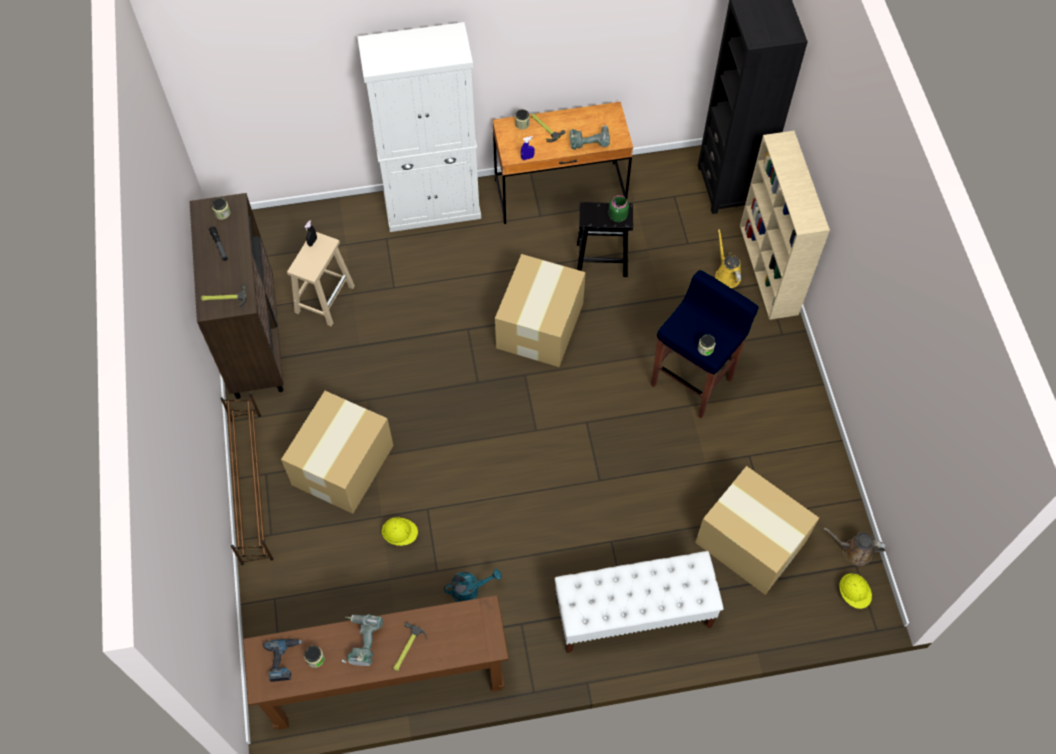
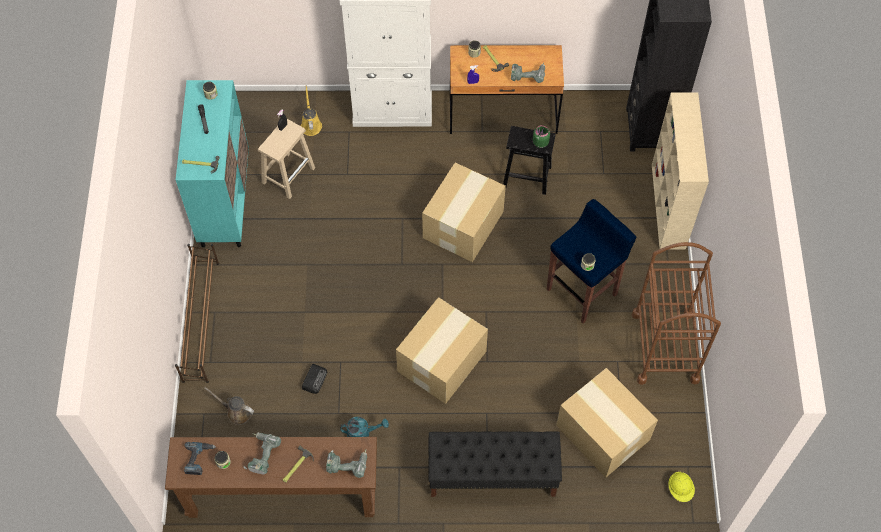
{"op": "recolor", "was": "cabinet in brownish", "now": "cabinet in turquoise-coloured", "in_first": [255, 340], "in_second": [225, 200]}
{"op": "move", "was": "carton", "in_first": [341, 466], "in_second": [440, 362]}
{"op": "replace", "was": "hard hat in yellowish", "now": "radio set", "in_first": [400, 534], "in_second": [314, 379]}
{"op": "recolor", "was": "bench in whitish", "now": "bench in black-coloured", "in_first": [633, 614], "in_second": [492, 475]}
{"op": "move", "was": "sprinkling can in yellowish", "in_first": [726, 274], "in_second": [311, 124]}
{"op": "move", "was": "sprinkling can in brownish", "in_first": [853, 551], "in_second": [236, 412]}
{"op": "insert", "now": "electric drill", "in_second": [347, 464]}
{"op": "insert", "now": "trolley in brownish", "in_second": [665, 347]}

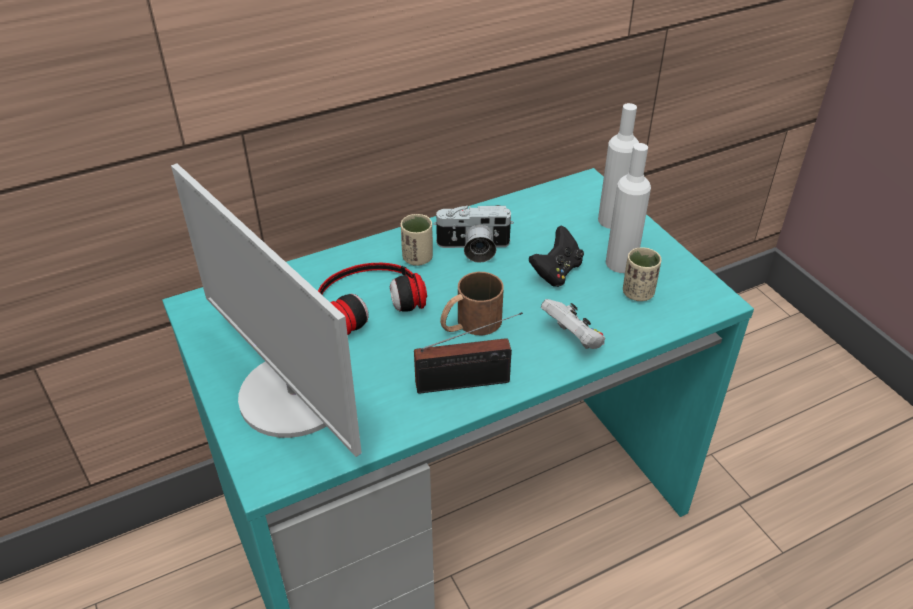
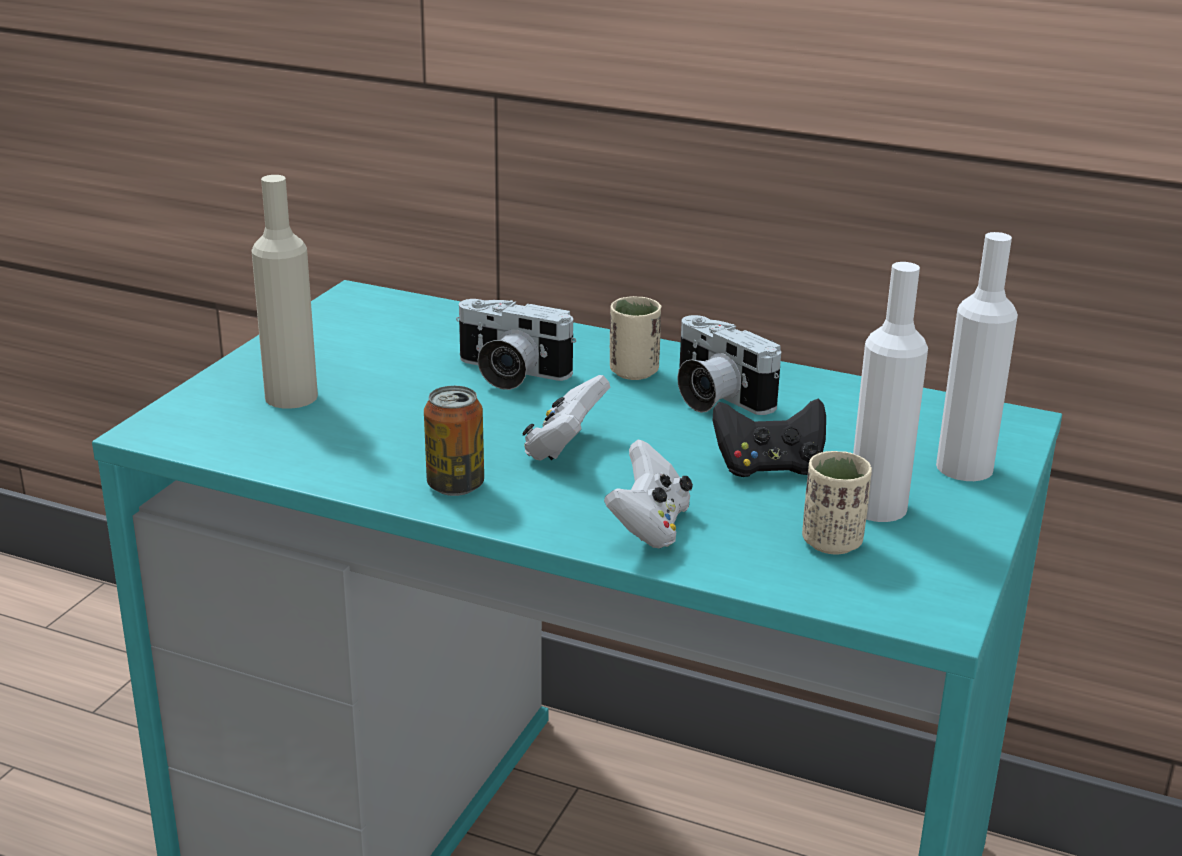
{"op": "replace", "was": "monitor", "now": "beverage bottle in beige-coloured", "in_first": [294, 396], "in_second": [291, 397]}
{"op": "replace", "was": "headphones", "now": "still camera", "in_first": [368, 300], "in_second": [508, 374]}
{"op": "replace", "was": "radio set", "now": "metal can", "in_first": [468, 382], "in_second": [455, 485]}
{"op": "replace", "was": "coffee mug in brownish", "now": "game controller in whitish", "in_first": [470, 324], "in_second": [564, 447]}

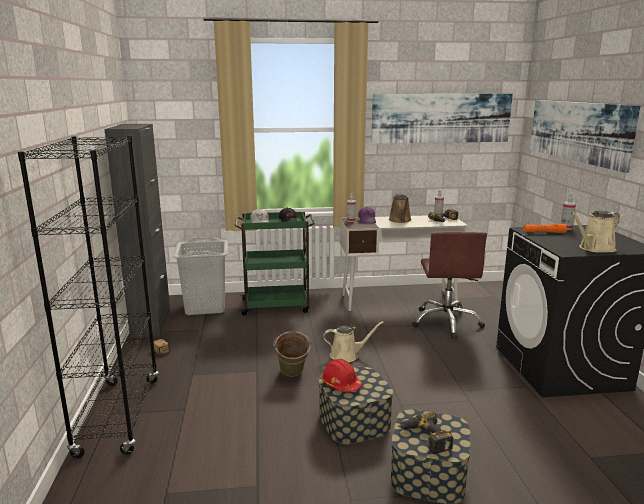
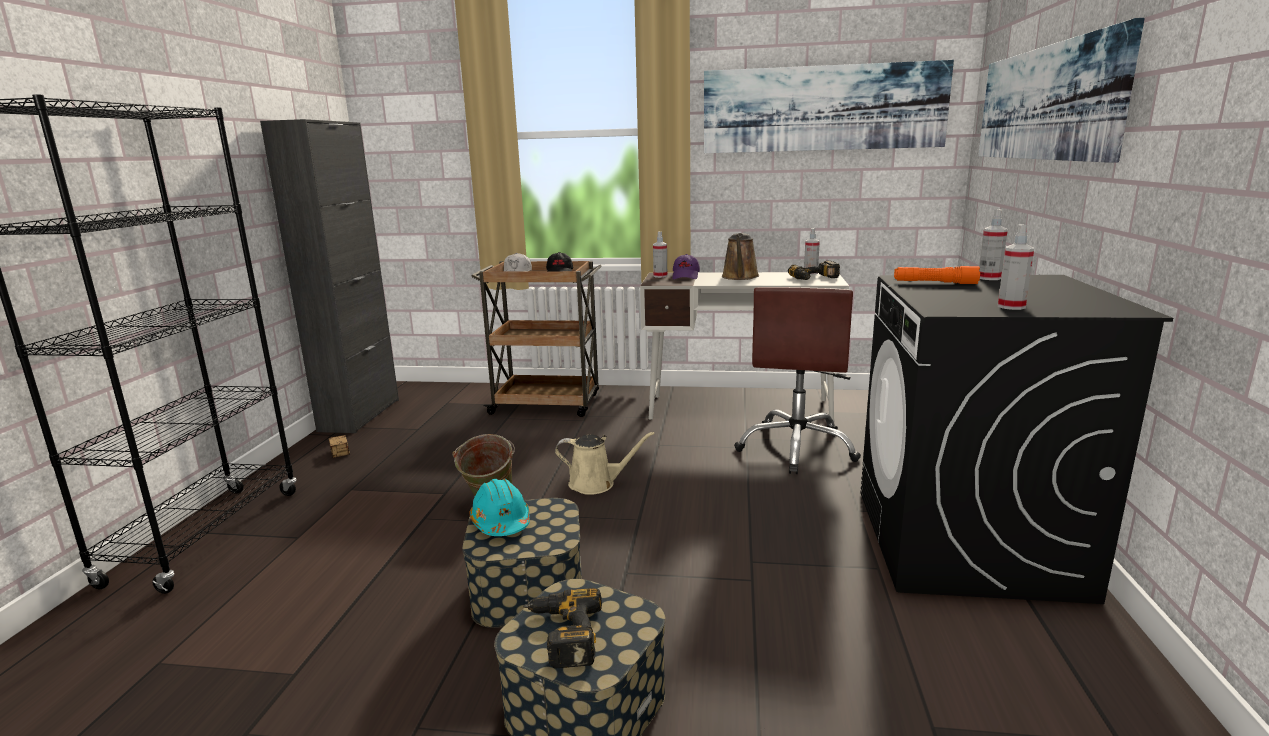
{"op": "delete", "was": "hamper in gray", "in_first": [205, 307]}
{"op": "recolor", "was": "trolley in green-coloured", "now": "trolley in brownish", "in_first": [277, 305], "in_second": [547, 404]}
{"op": "recolor", "was": "hard hat in red-coloured", "now": "hard hat in turquoise-coloured", "in_first": [340, 384], "in_second": [501, 522]}
{"op": "replace", "was": "sprinkling can in beige-coloured", "now": "sprayer", "in_first": [594, 248], "in_second": [1011, 306]}

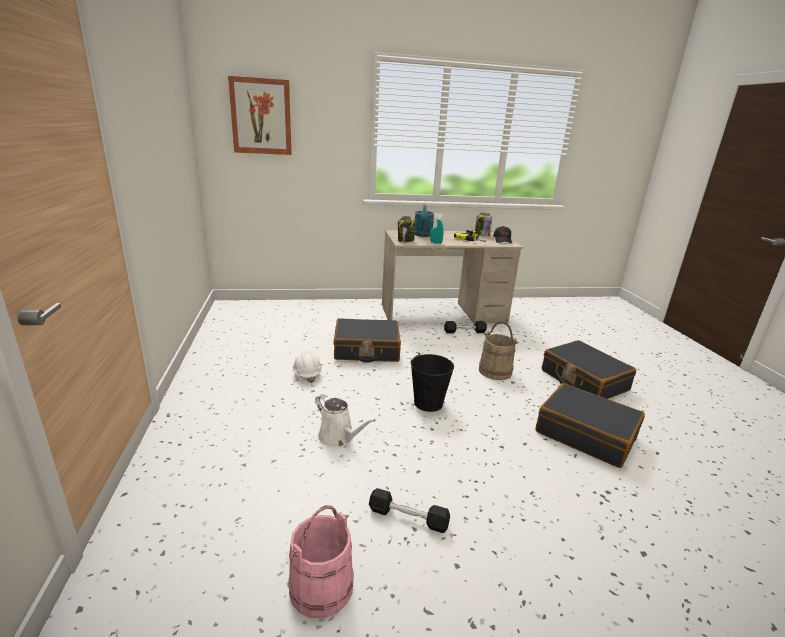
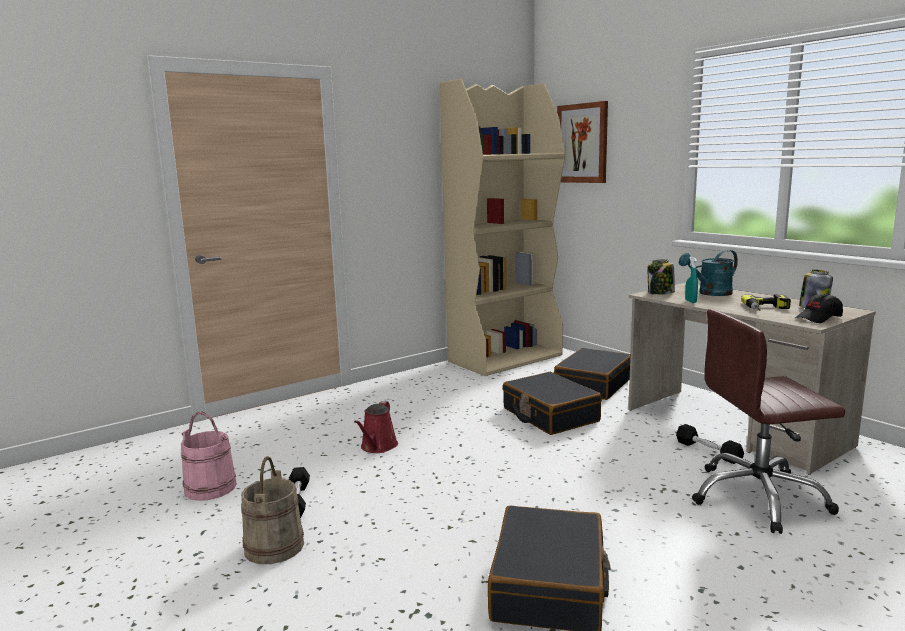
{"op": "delete", "was": "hard hat in whitish", "in_first": [307, 374]}
{"op": "recolor", "was": "sprinkling can in whitish", "now": "sprinkling can in red-coloured", "in_first": [338, 438], "in_second": [377, 447]}
{"op": "delete", "was": "bucket in black-coloured", "in_first": [428, 403]}
{"op": "move", "was": "bucket in beige-coloured", "in_first": [495, 371], "in_second": [273, 546]}
{"op": "move", "was": "travel case in black-coloured", "in_first": [583, 380], "in_second": [592, 384]}
{"op": "insert", "now": "bookshelf in beige-coloured", "in_second": [505, 358]}
{"op": "insert", "now": "computer chair in brownish", "in_second": [758, 498]}

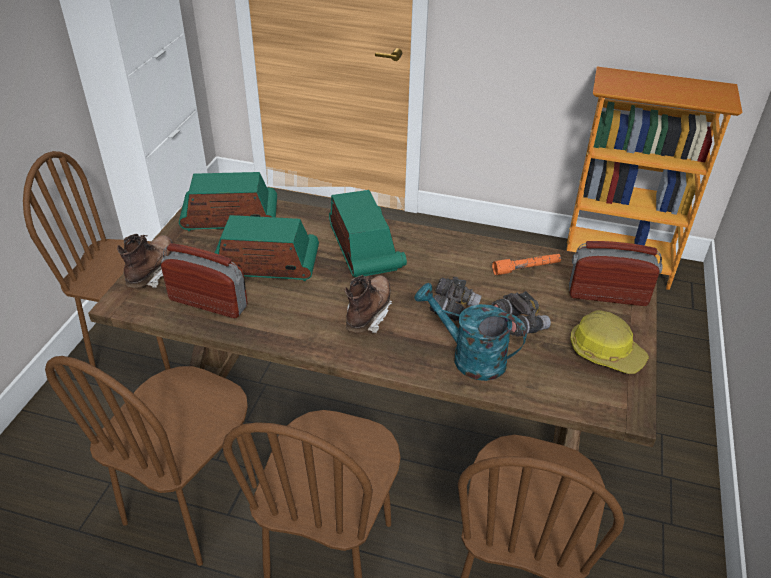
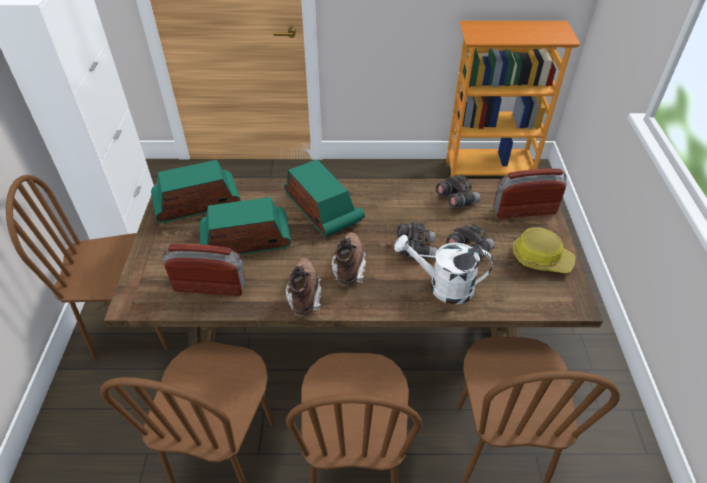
{"op": "move", "was": "high-top boot in brownish", "in_first": [152, 272], "in_second": [304, 294]}
{"op": "recolor", "was": "sprinkling can in turquoise-coloured", "now": "sprinkling can in whitish", "in_first": [469, 357], "in_second": [443, 286]}
{"op": "replace", "was": "flashlight in orange", "now": "field glasses in gray", "in_first": [526, 268], "in_second": [456, 200]}

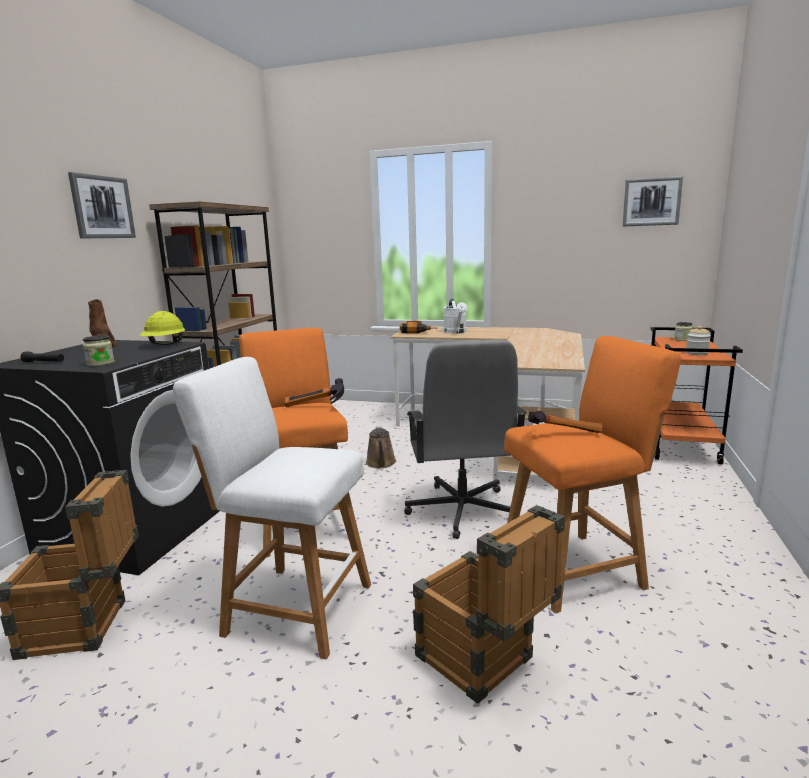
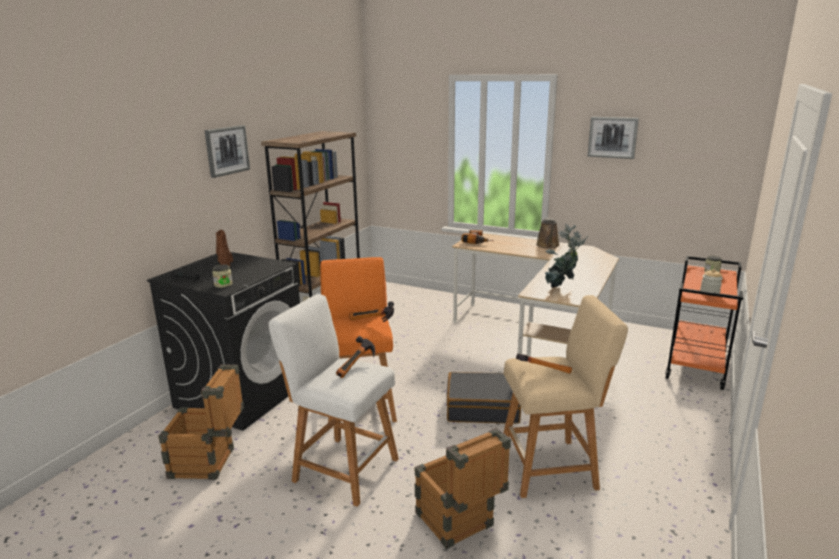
{"op": "delete", "was": "hard hat in yellowish", "in_first": [165, 345]}
{"op": "move", "was": "sprinkling can in brownish", "in_first": [381, 463], "in_second": [548, 245]}
{"op": "replace", "was": "computer chair in gray", "now": "travel case in black-coloured", "in_first": [461, 511], "in_second": [482, 407]}
{"op": "delete", "was": "sprinkling can in whitish", "in_first": [456, 332]}
{"op": "recolor", "was": "sitting stool in orange", "now": "sitting stool in beige-coloured", "in_first": [577, 569], "in_second": [552, 467]}
{"op": "move", "was": "wall picture", "in_first": [651, 202], "in_second": [612, 137]}
{"op": "insert", "now": "hammer", "in_second": [357, 367]}
{"op": "insert", "now": "houseplant", "in_second": [561, 288]}

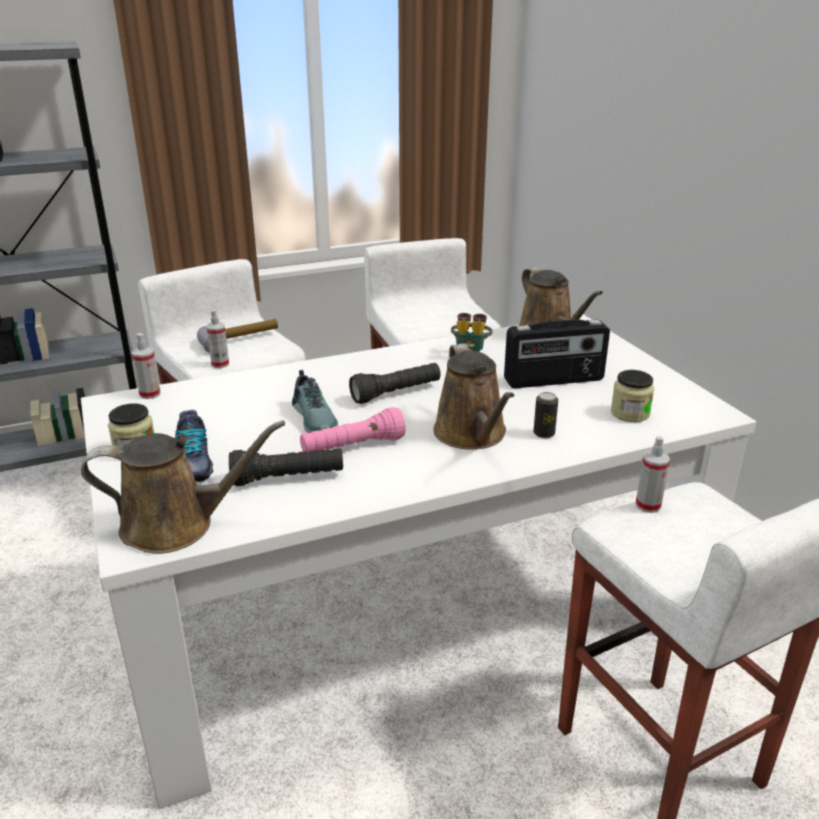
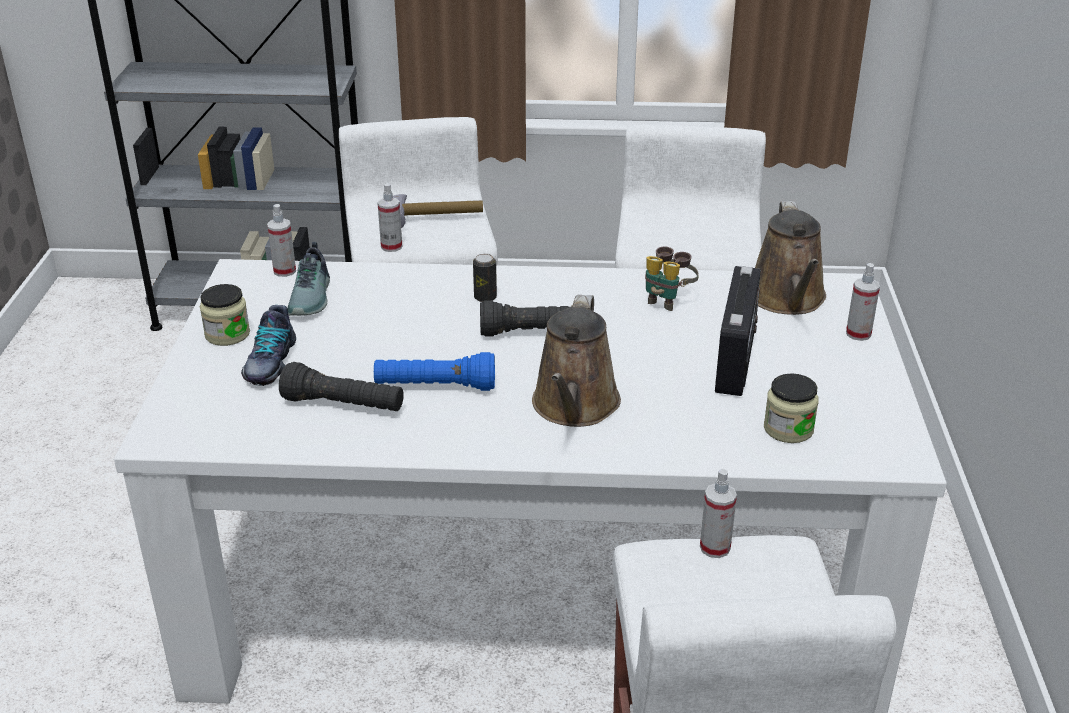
{"op": "delete", "was": "sprinkling can in brownish", "in_first": [177, 525]}
{"op": "move", "was": "item of footwear", "in_first": [316, 418], "in_second": [312, 297]}
{"op": "recolor", "was": "flashlight in pink", "now": "flashlight in bluish", "in_first": [353, 447], "in_second": [435, 387]}
{"op": "rotate", "was": "radio set", "in_first": [554, 380], "in_second": [736, 361], "clockwise": -90}
{"op": "move", "was": "metal can", "in_first": [544, 433], "in_second": [485, 297]}
{"op": "insert", "now": "sprayer", "in_second": [858, 334]}

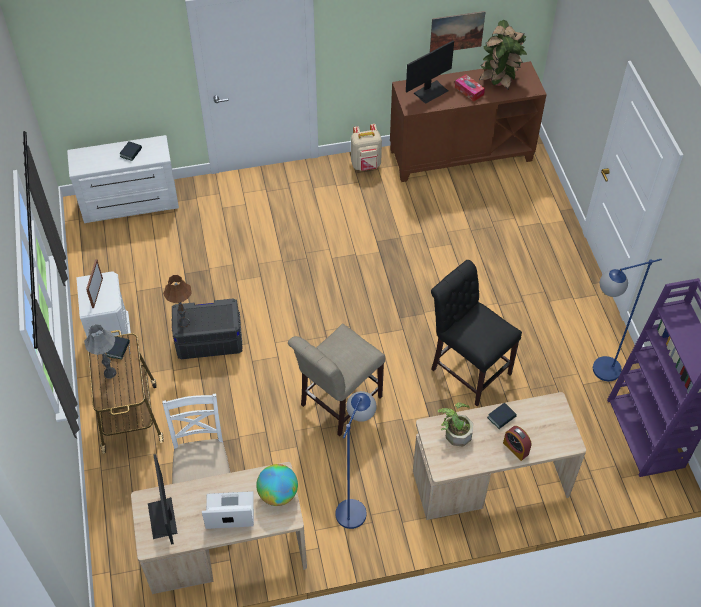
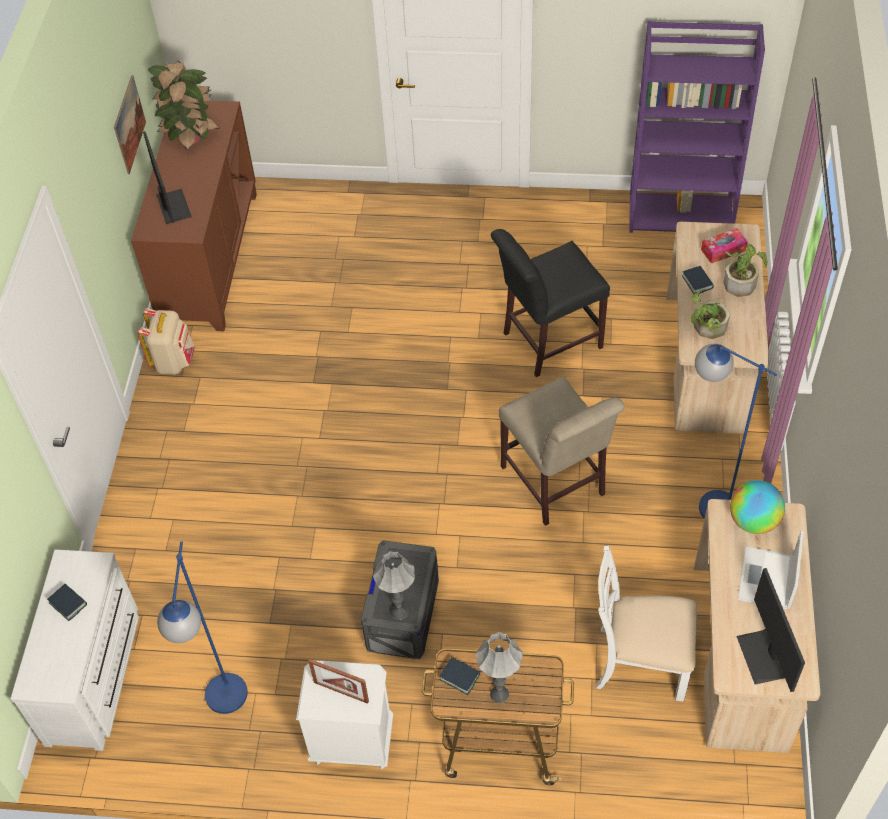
{"op": "rotate", "was": "monitor", "in_first": [163, 518], "in_second": [763, 656], "clockwise": 75}
{"op": "recolor", "was": "lamp for a table in brownish", "now": "lamp for a table in gray", "in_first": [184, 322], "in_second": [399, 612]}
{"op": "move", "was": "box of tissues", "in_first": [469, 91], "in_second": [723, 250]}
{"op": "replace", "was": "alarm clock", "now": "houseplant", "in_first": [515, 448], "in_second": [741, 281]}
{"op": "move", "was": "floor lamp in bluish", "in_first": [597, 372], "in_second": [225, 708]}

